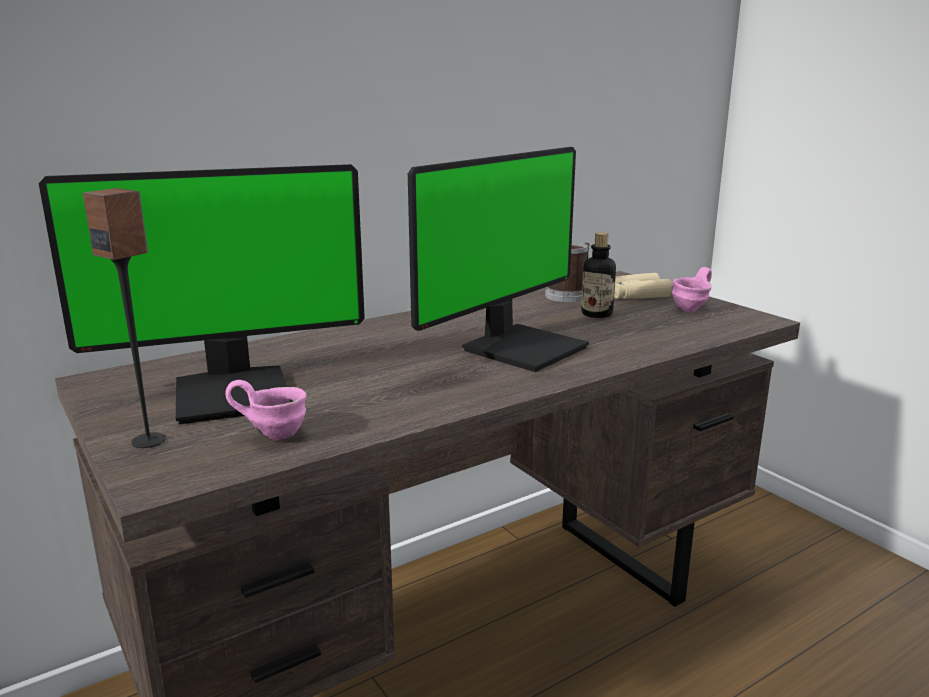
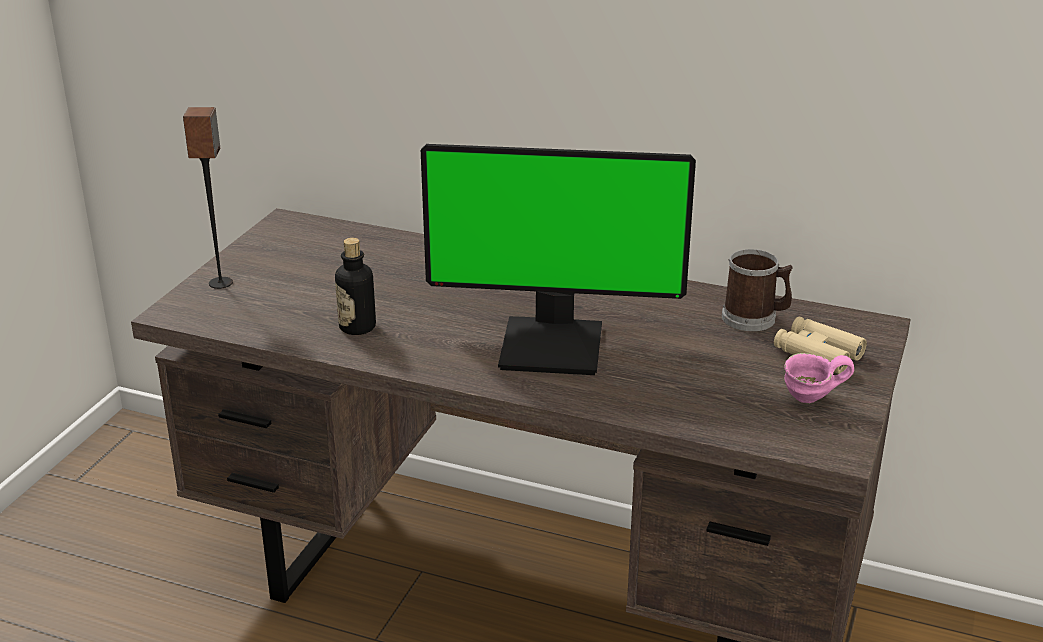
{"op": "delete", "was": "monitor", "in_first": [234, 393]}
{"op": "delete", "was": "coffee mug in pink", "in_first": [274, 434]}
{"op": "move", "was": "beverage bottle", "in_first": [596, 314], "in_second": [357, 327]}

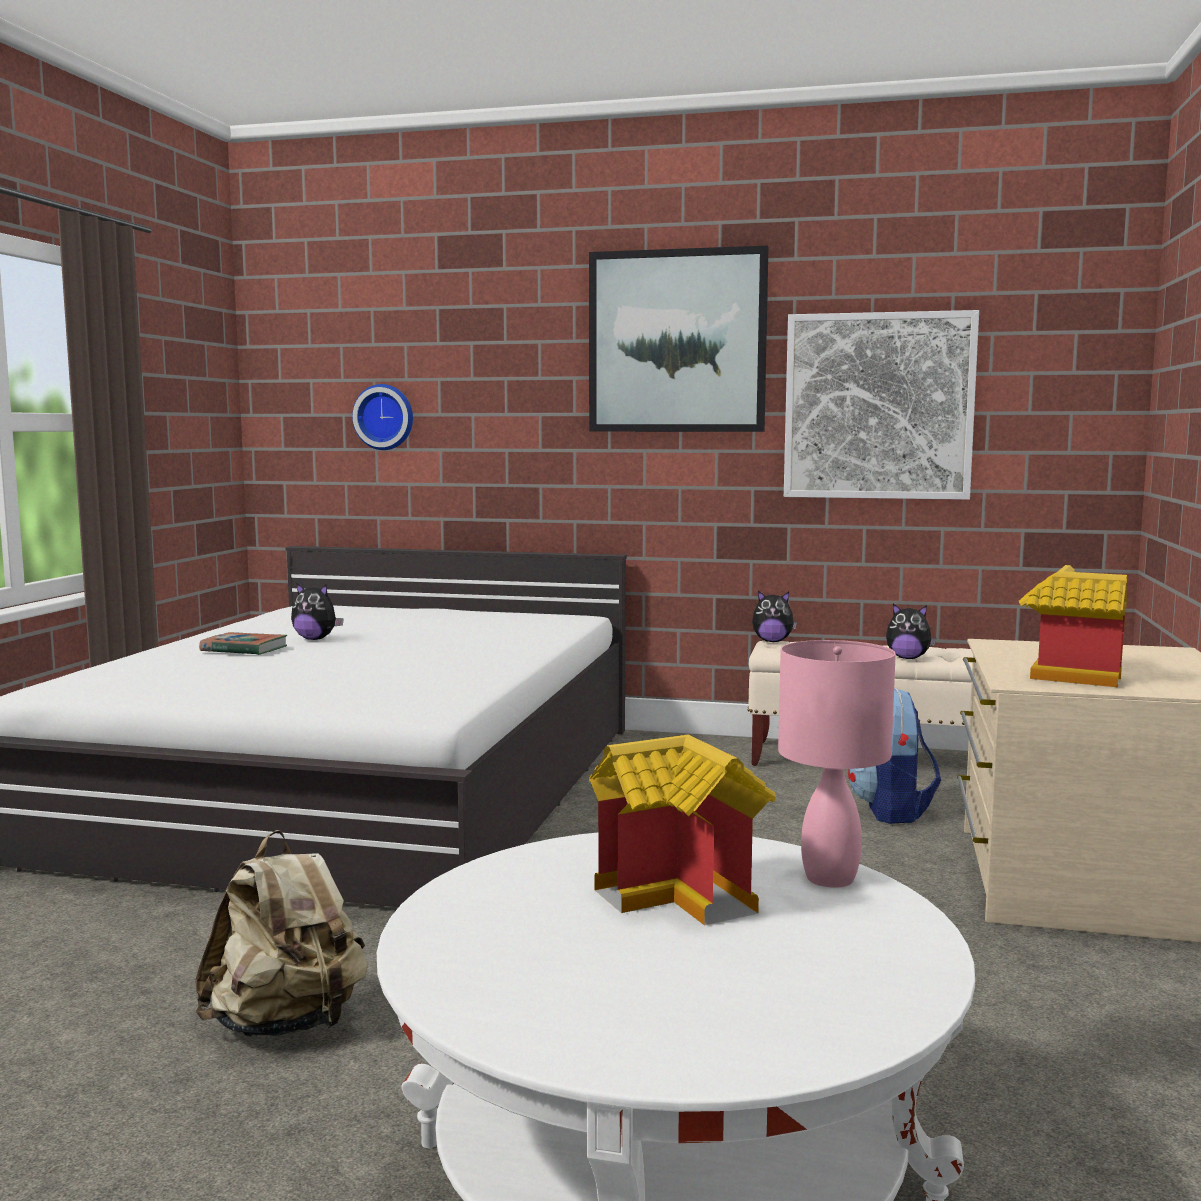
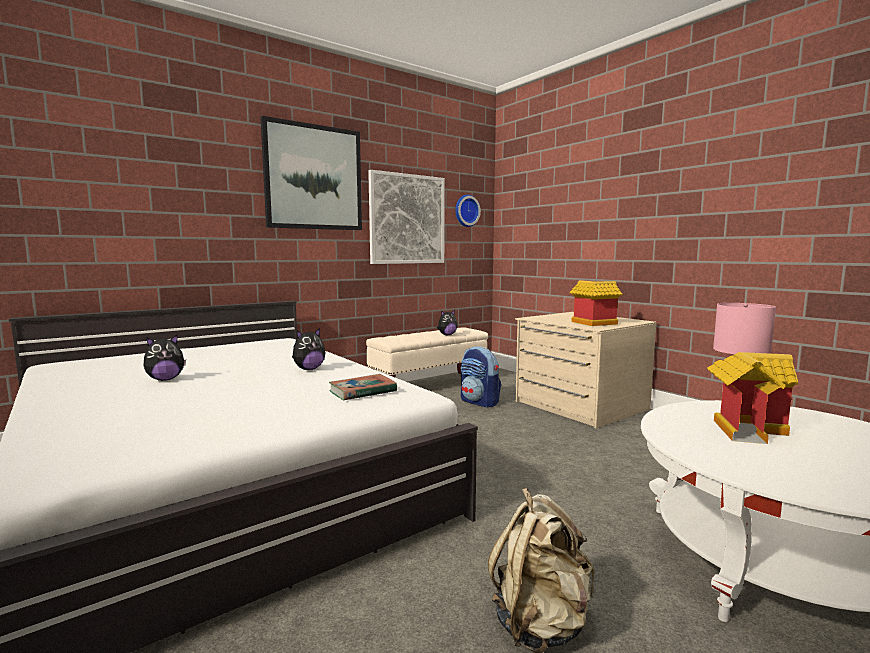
{"op": "move", "was": "volume", "in_first": [244, 649], "in_second": [363, 391]}
{"op": "move", "was": "clock on the wall", "in_first": [385, 417], "in_second": [465, 211]}
{"op": "move", "was": "plush toy", "in_first": [772, 641], "in_second": [308, 369]}

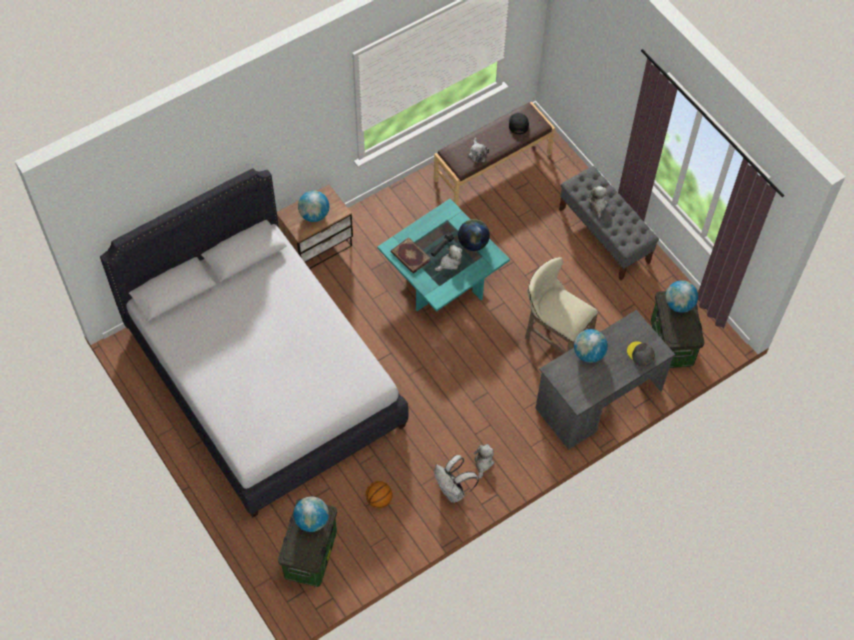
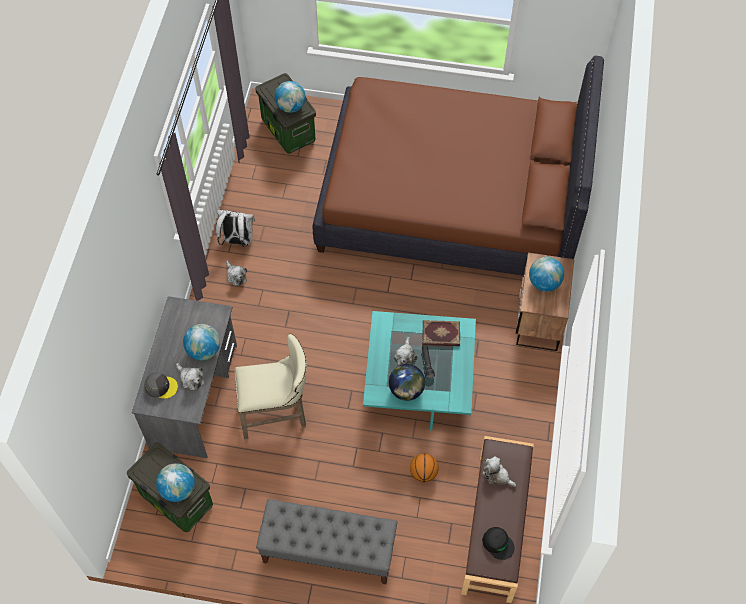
{"op": "recolor", "was": "sleeping bed in whitish", "now": "sleeping bed in brownish", "in_first": [264, 378], "in_second": [451, 199]}
{"op": "move", "was": "basketball ball", "in_first": [379, 500], "in_second": [423, 473]}
{"op": "move", "was": "plush toy", "in_first": [597, 205], "in_second": [191, 378]}

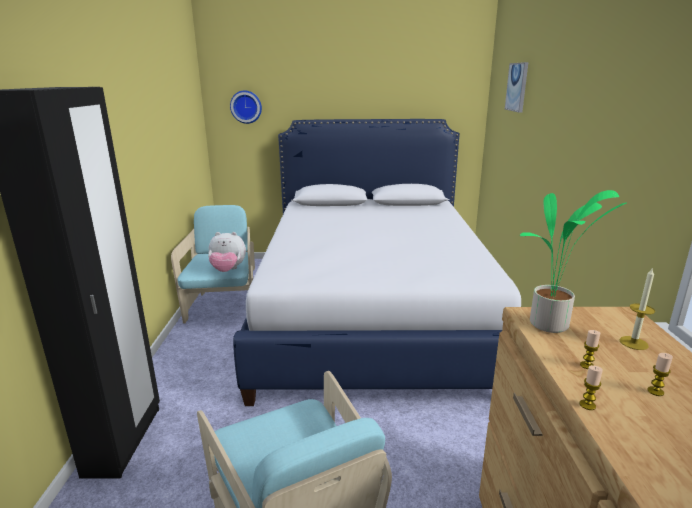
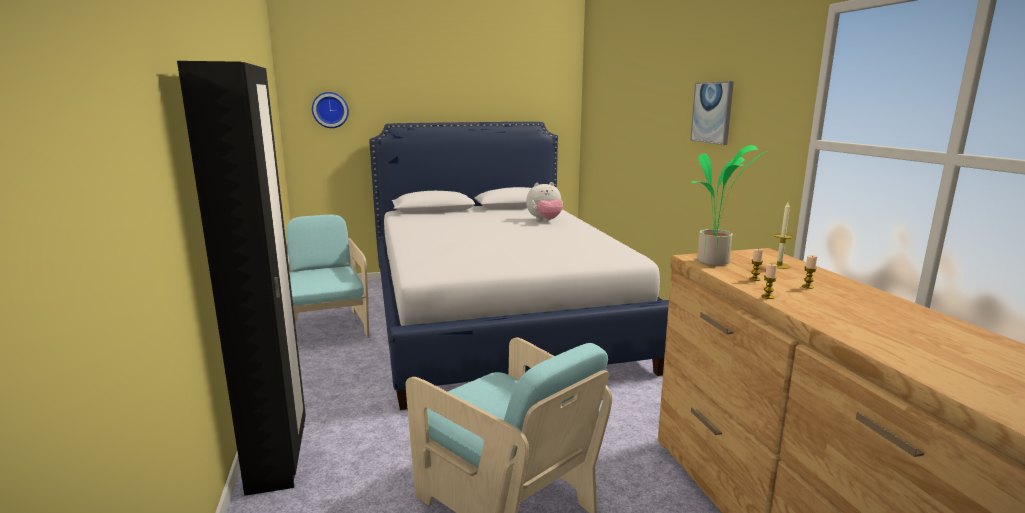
{"op": "move", "was": "plush toy", "in_first": [228, 270], "in_second": [545, 221]}
{"op": "move", "was": "wall picture", "in_first": [517, 87], "in_second": [712, 112]}

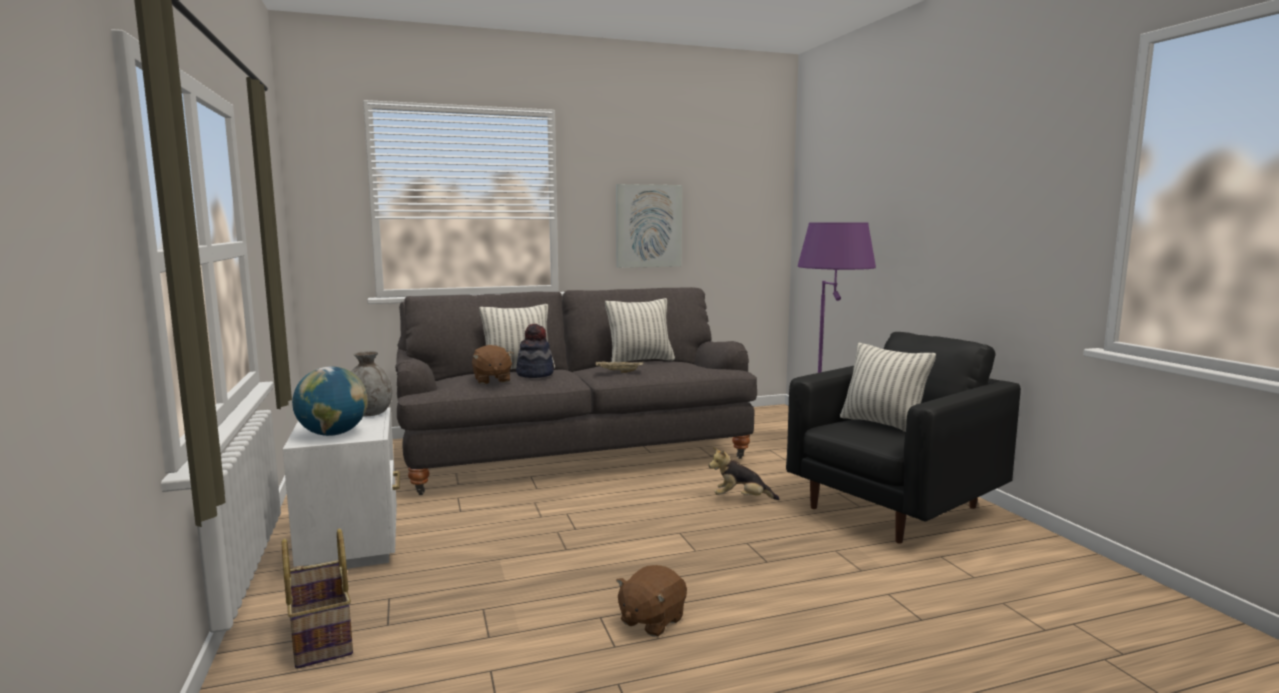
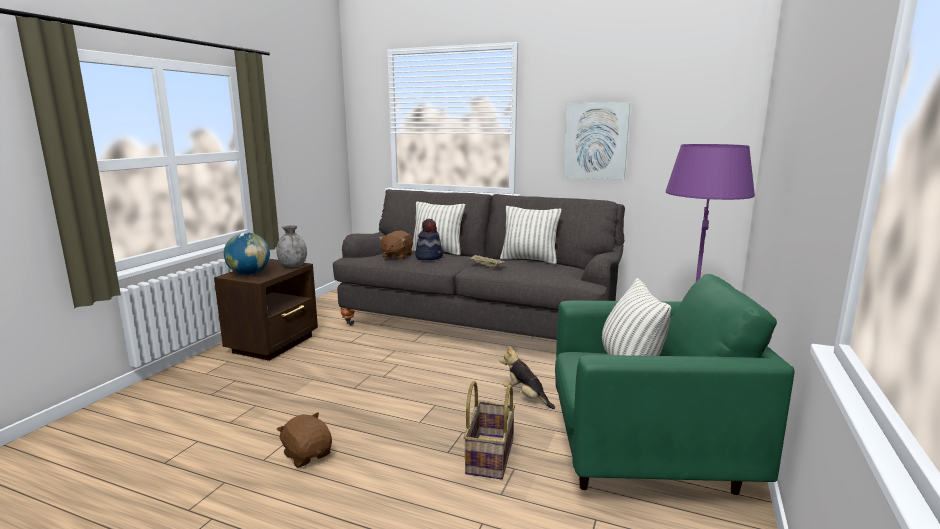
{"op": "move", "was": "household basket", "in_first": [319, 637], "in_second": [489, 455]}
{"op": "recolor", "was": "nightstand in whitish", "now": "nightstand in brownish", "in_first": [353, 544], "in_second": [275, 344]}
{"op": "rotate", "was": "plush toy in brownish", "in_first": [651, 620], "in_second": [307, 455], "clockwise": 60}
{"op": "recolor", "was": "lounge chair in black-coloured", "now": "lounge chair in green-coloured", "in_first": [894, 507], "in_second": [644, 457]}

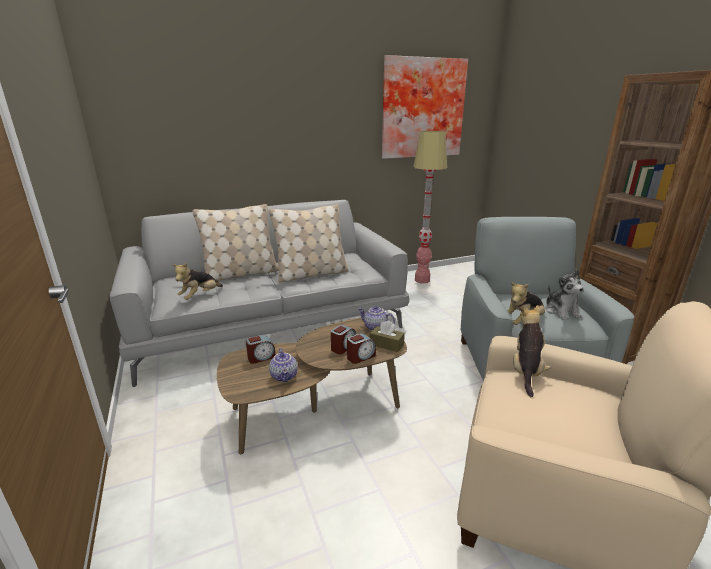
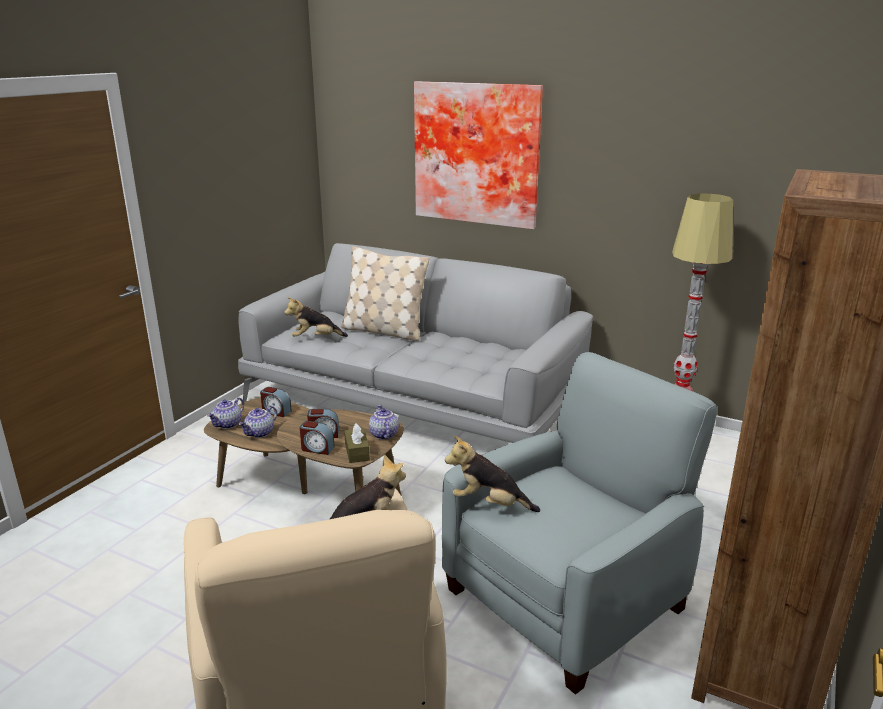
{"op": "delete", "was": "throw pillow in beige-coloured", "in_first": [311, 274]}
{"op": "move", "was": "wall picture", "in_first": [422, 108], "in_second": [477, 154]}
{"op": "delete", "was": "plush toy", "in_first": [561, 311]}
{"op": "insert", "now": "teapot", "in_second": [228, 424]}

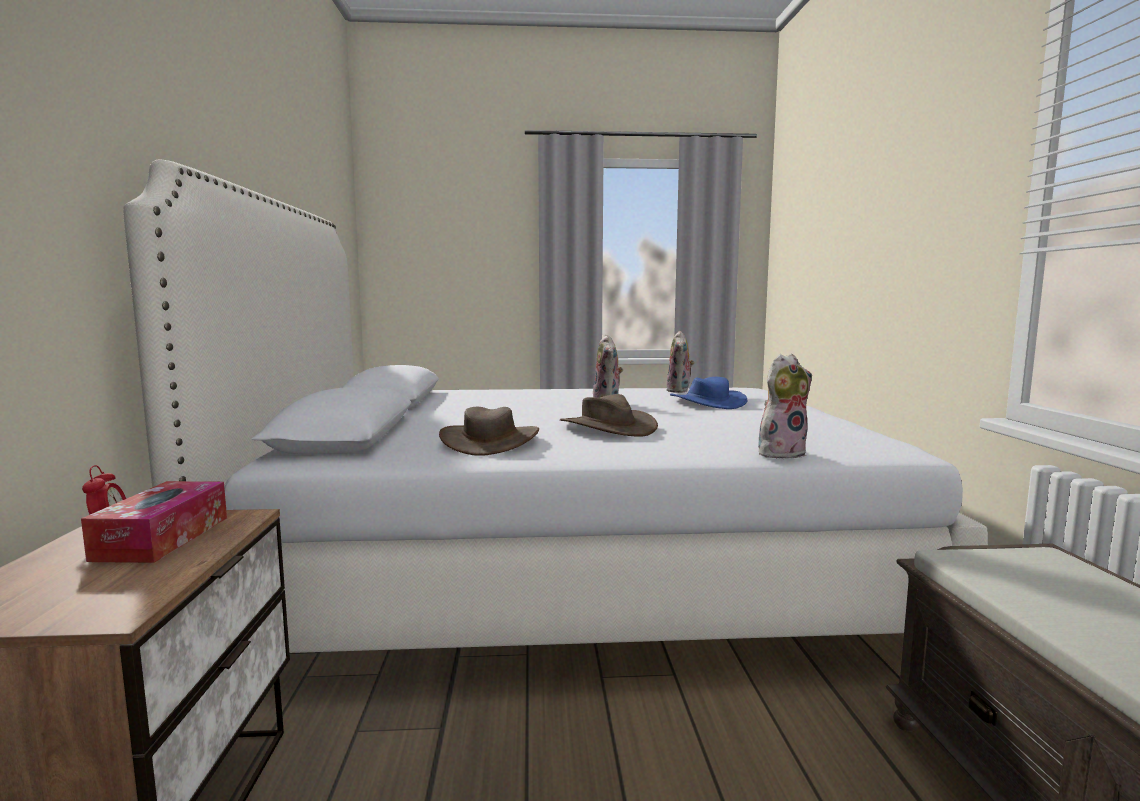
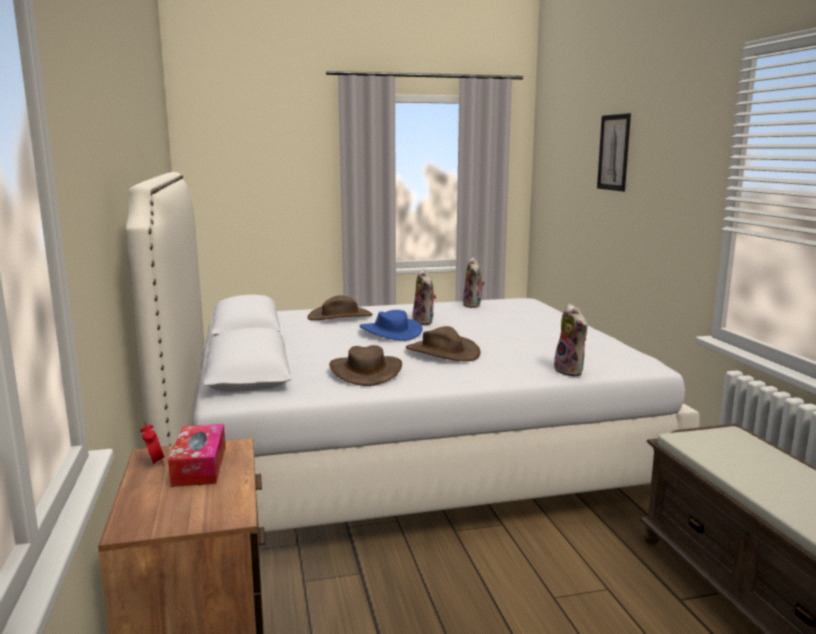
{"op": "move", "was": "wearable hat in bluish", "in_first": [707, 402], "in_second": [390, 332]}
{"op": "rotate", "was": "plush toy", "in_first": [781, 453], "in_second": [571, 371], "clockwise": 105}
{"op": "insert", "now": "wearable hat in brownish", "in_second": [340, 316]}
{"op": "insert", "now": "wall picture", "in_second": [614, 152]}

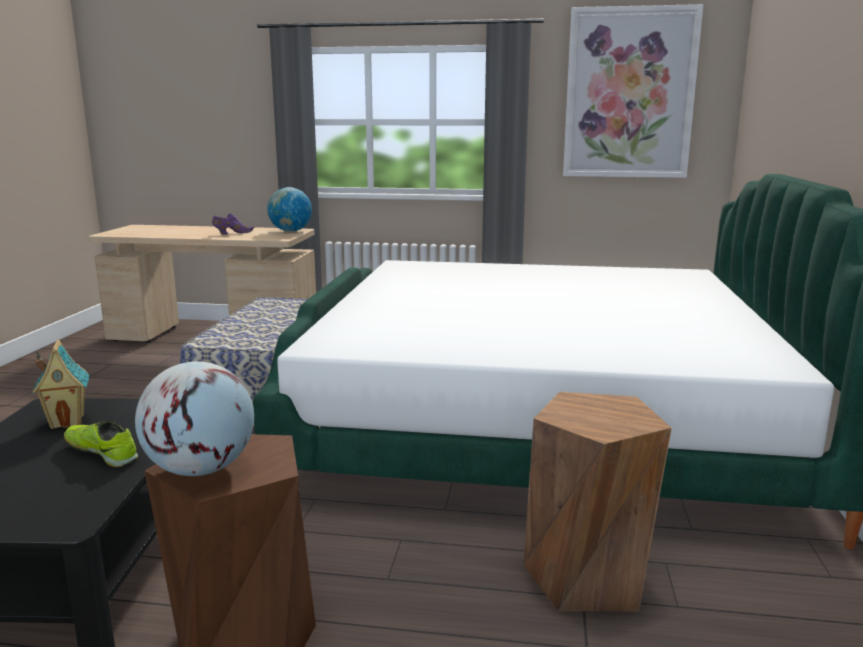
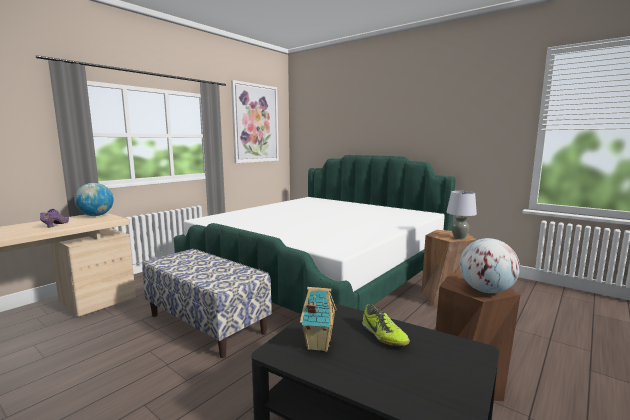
{"op": "rotate", "was": "item of footwear", "in_first": [102, 452], "in_second": [383, 336], "clockwise": -90}
{"op": "insert", "now": "lamp for a table in gray", "in_second": [459, 238]}

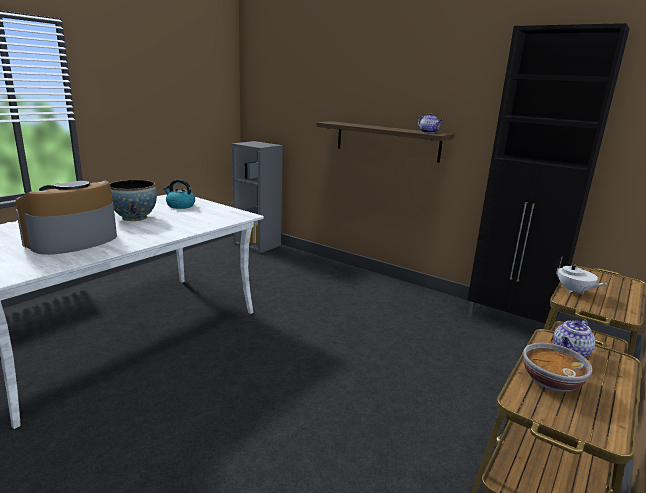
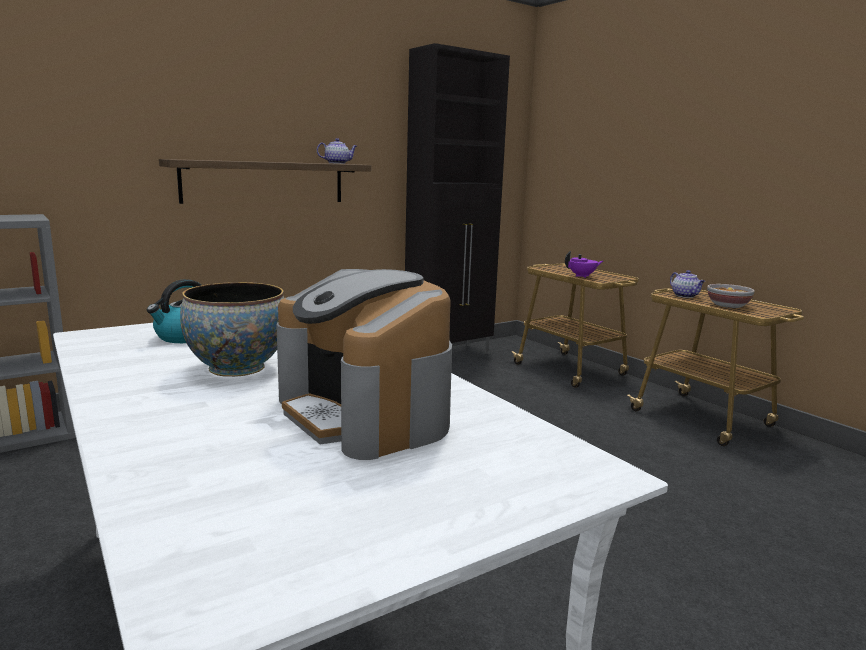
{"op": "recolor", "was": "teapot in whitish", "now": "teapot in purple-coloured", "in_first": [573, 291], "in_second": [582, 276]}

